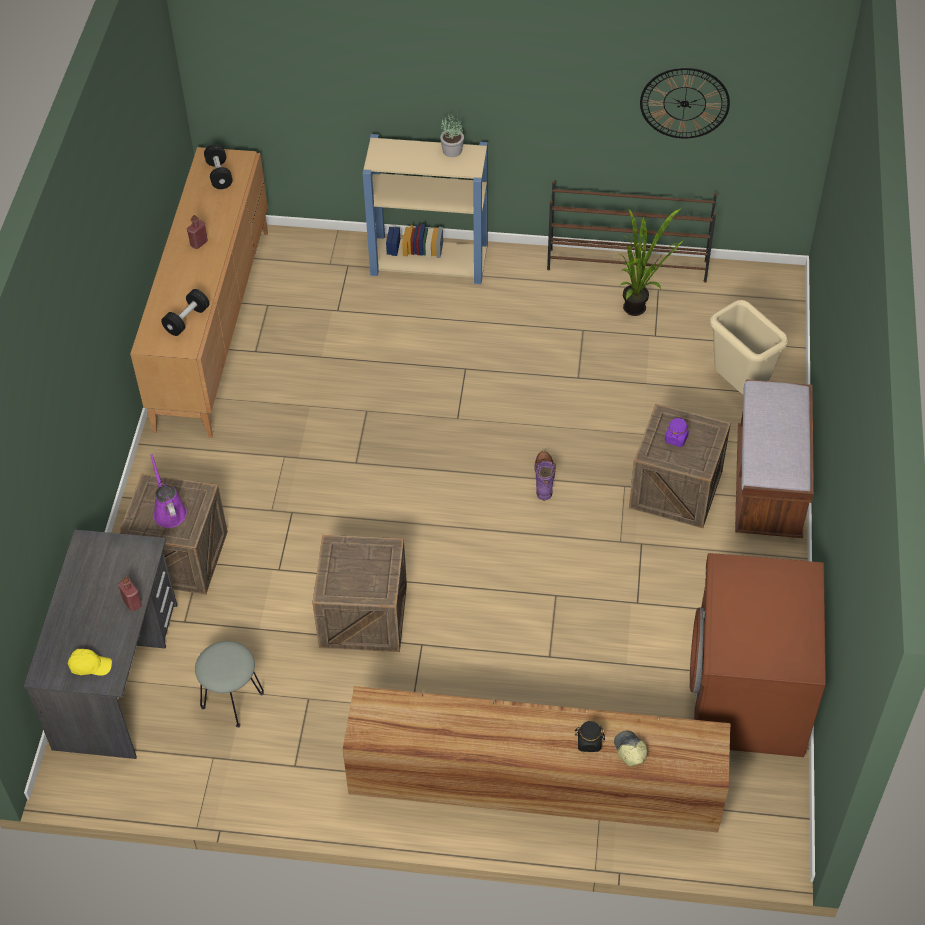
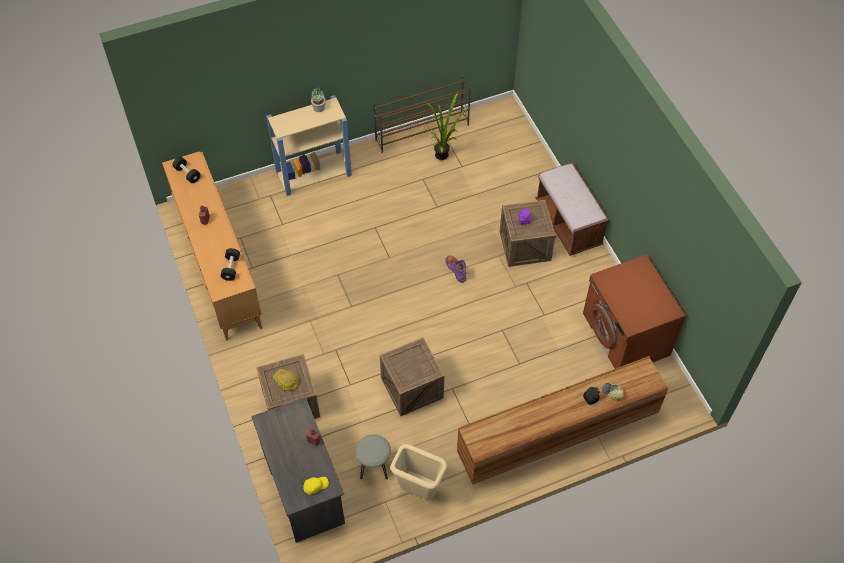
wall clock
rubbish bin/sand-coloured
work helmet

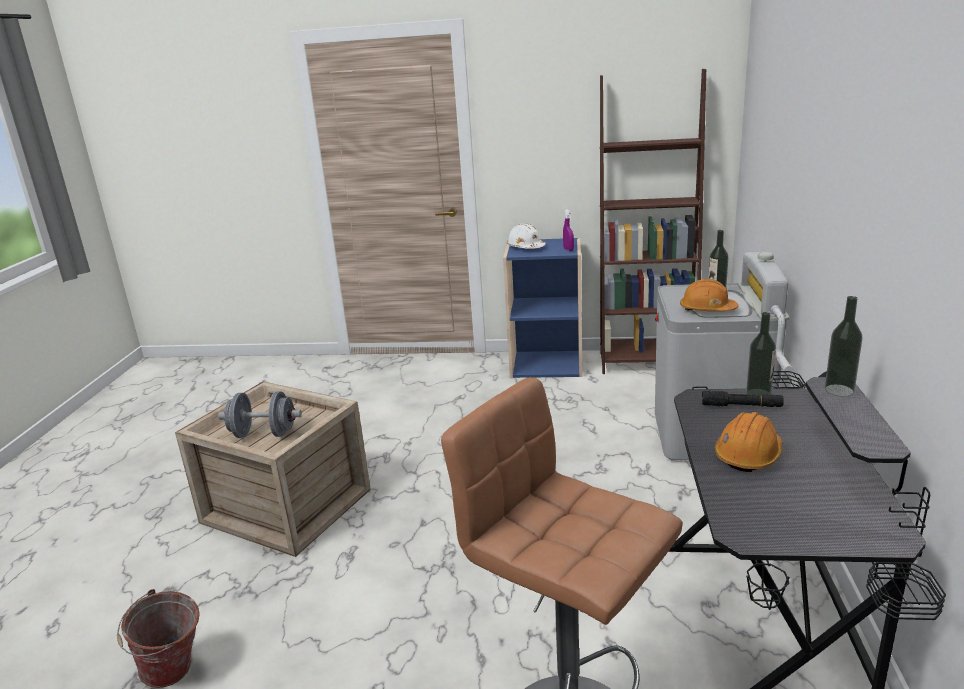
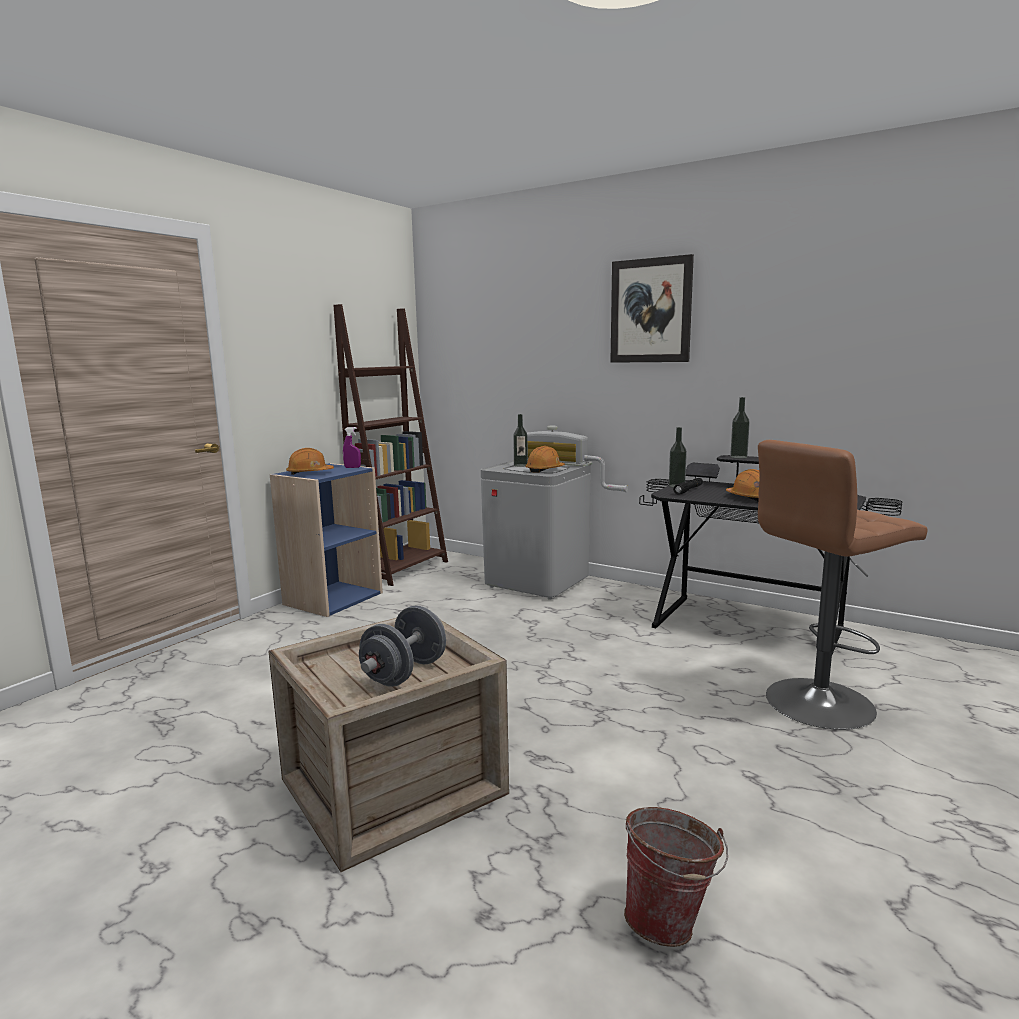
work helmet/orange (no. 1 from left)
wall art

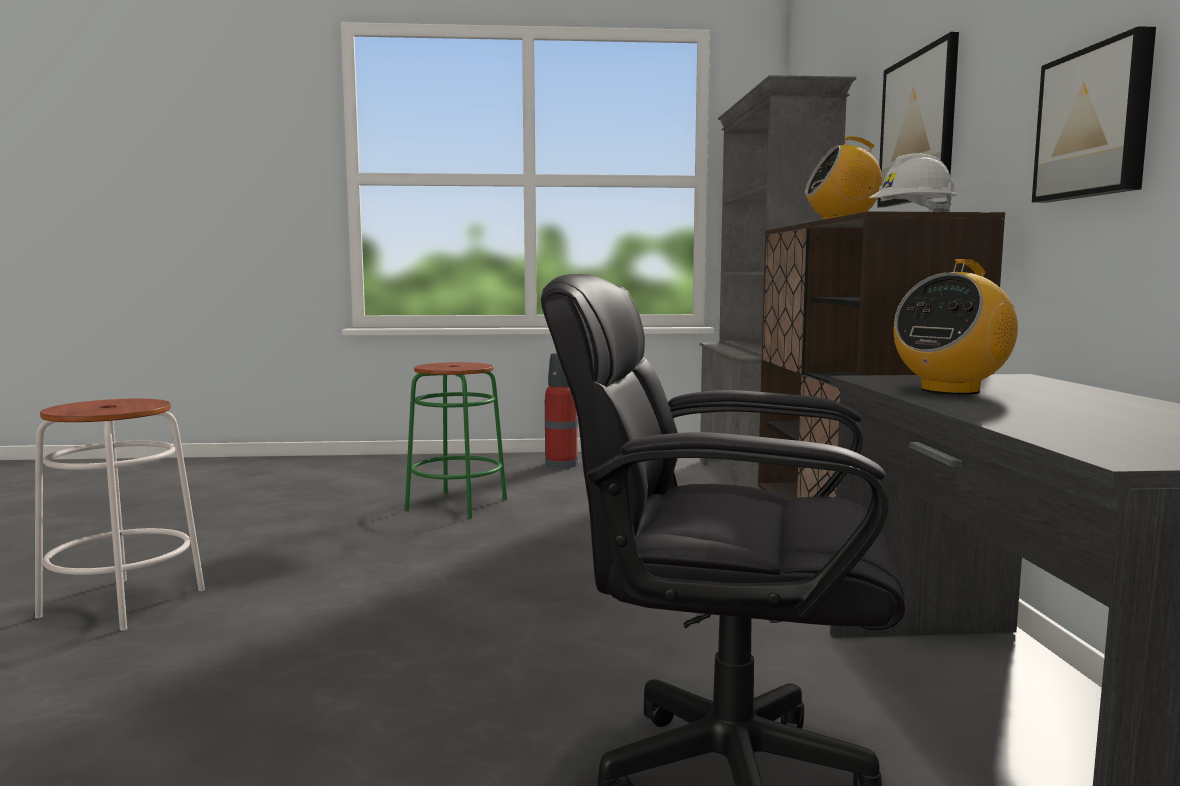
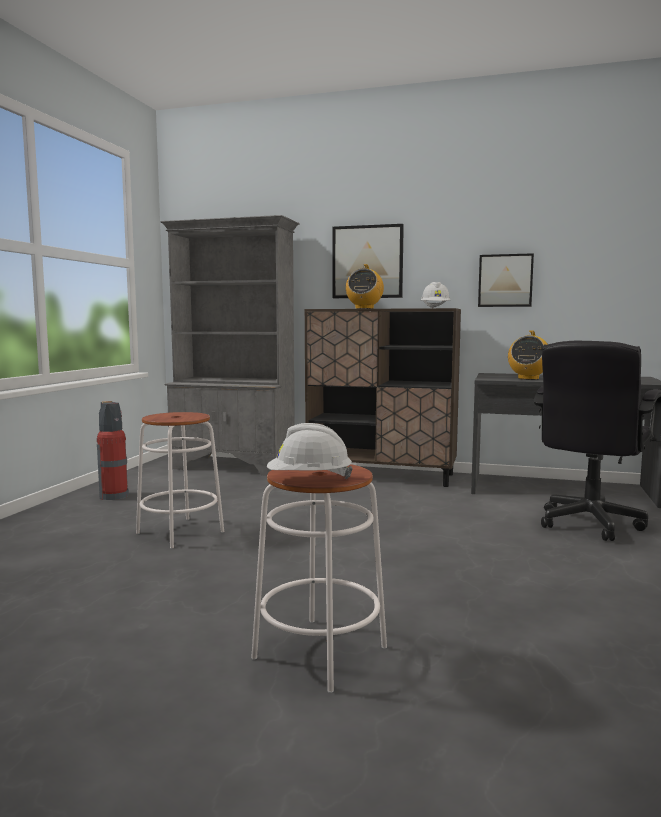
radio (no. 2 from left)
stool/whitish (no. 1 from left)
work helmet/whitish (no. 1 from left)

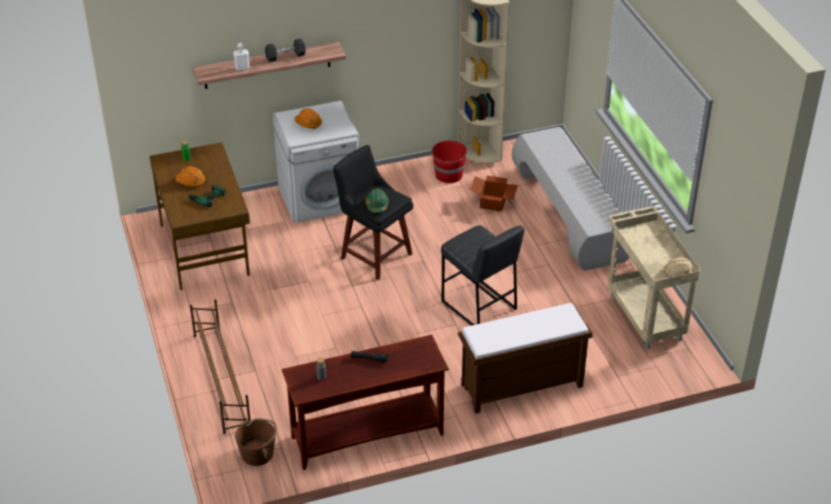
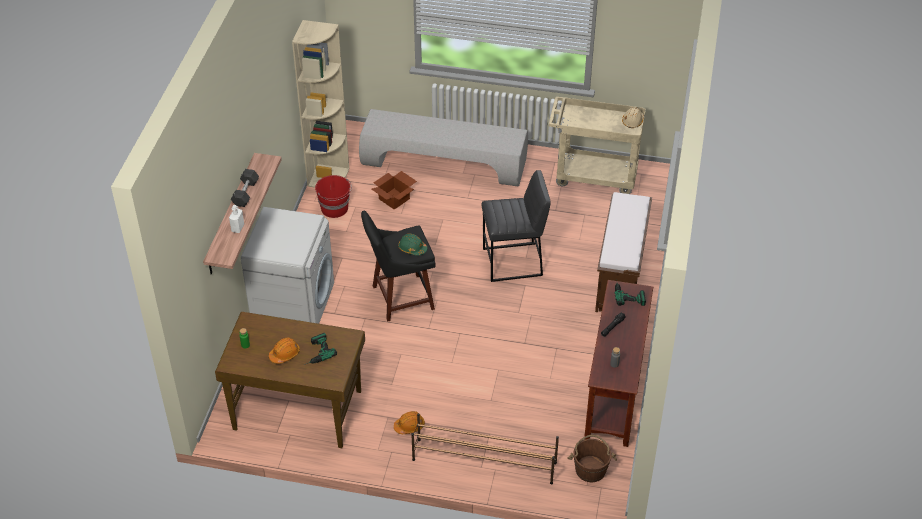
work helmet/orange (no. 2 from left)
power drill (no. 2 from left)

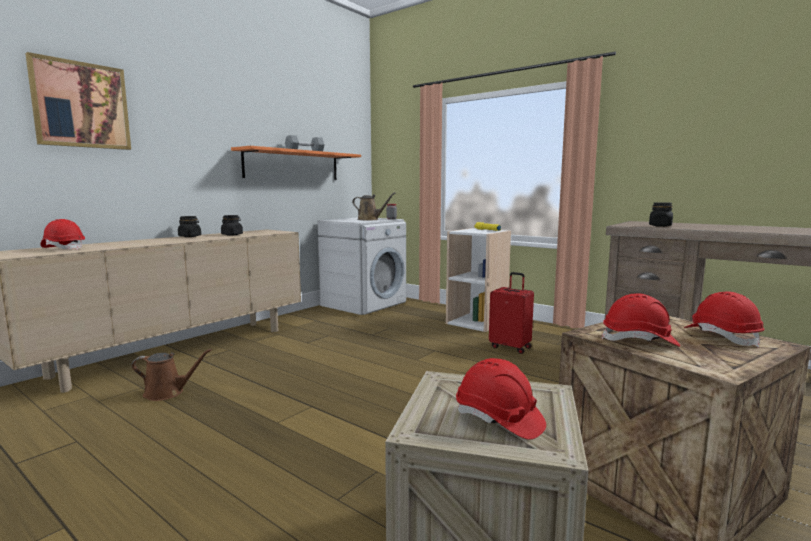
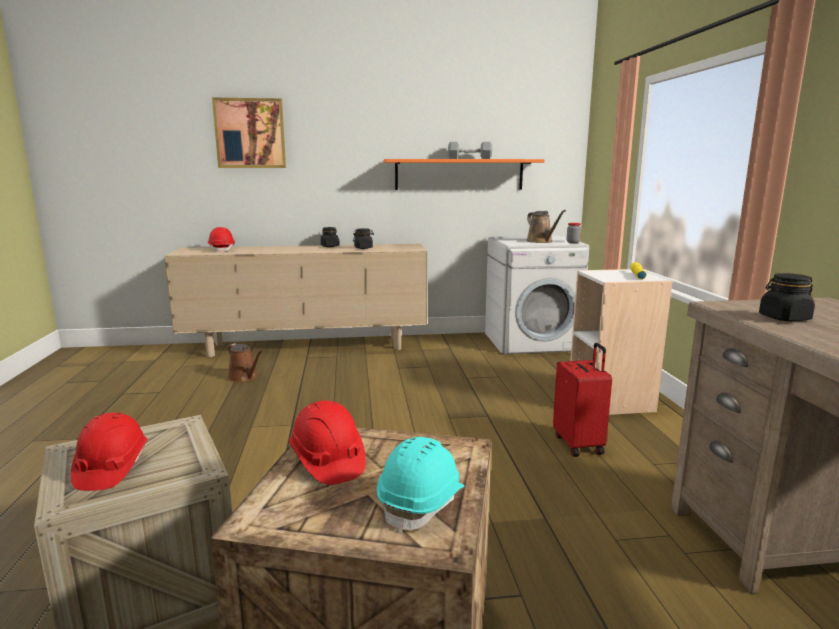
work helmet/blue-green

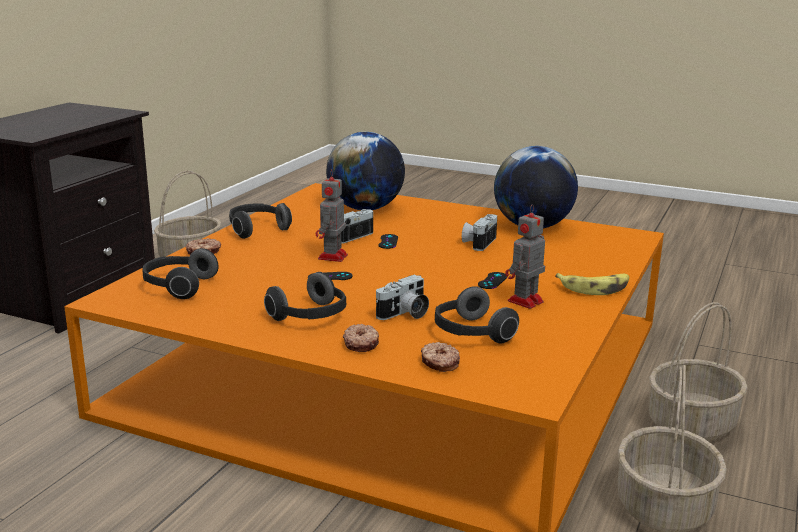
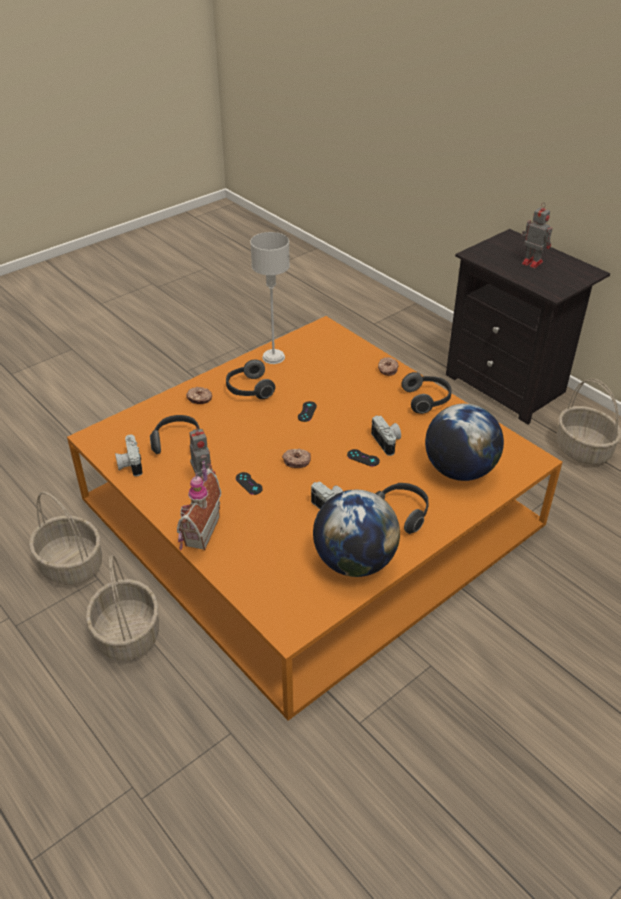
robot figure (no. 2 from left)
headphones (no. 3 from left)
model house
still camera (no. 1 from left)
doughnut (no. 2 from left)
lamp for a table/greyish

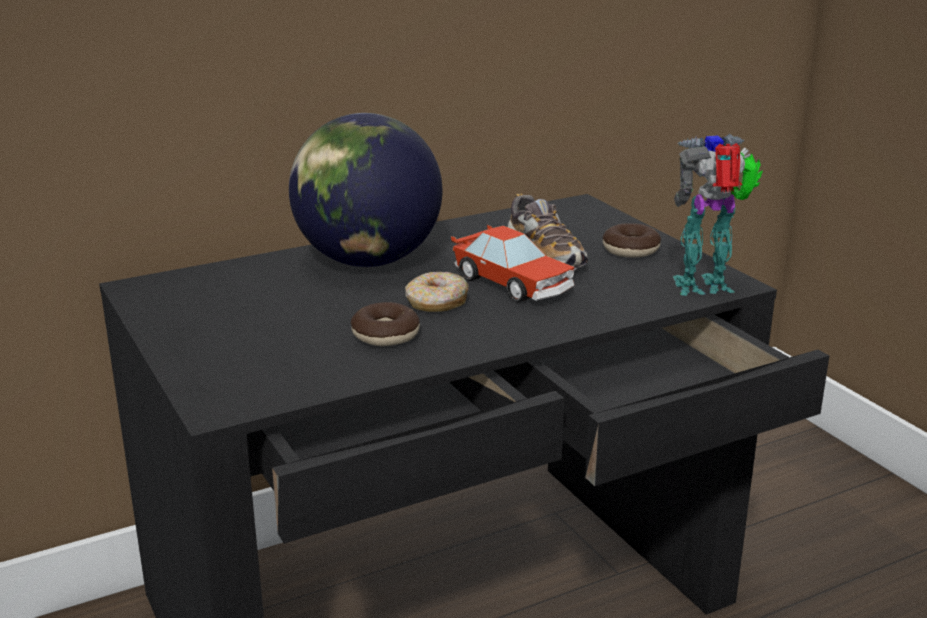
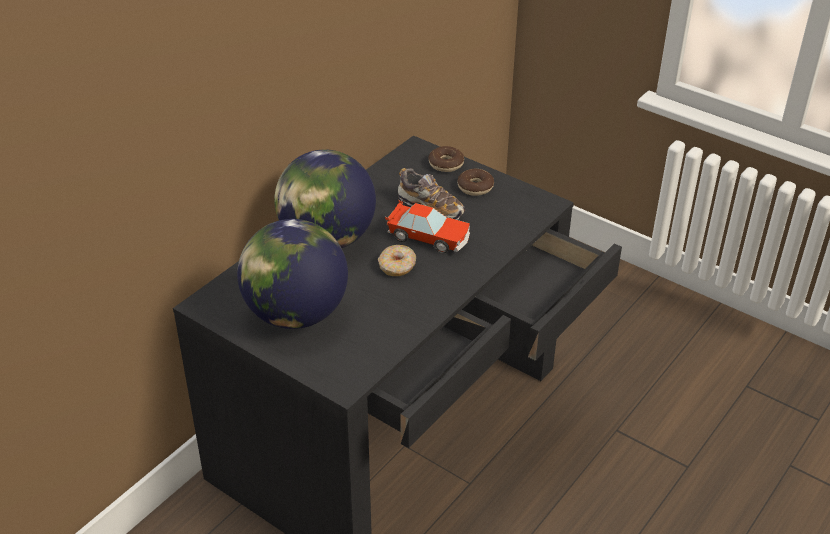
robot figure
doughnut (no. 2 from left)
desk globe (no. 1 from left)

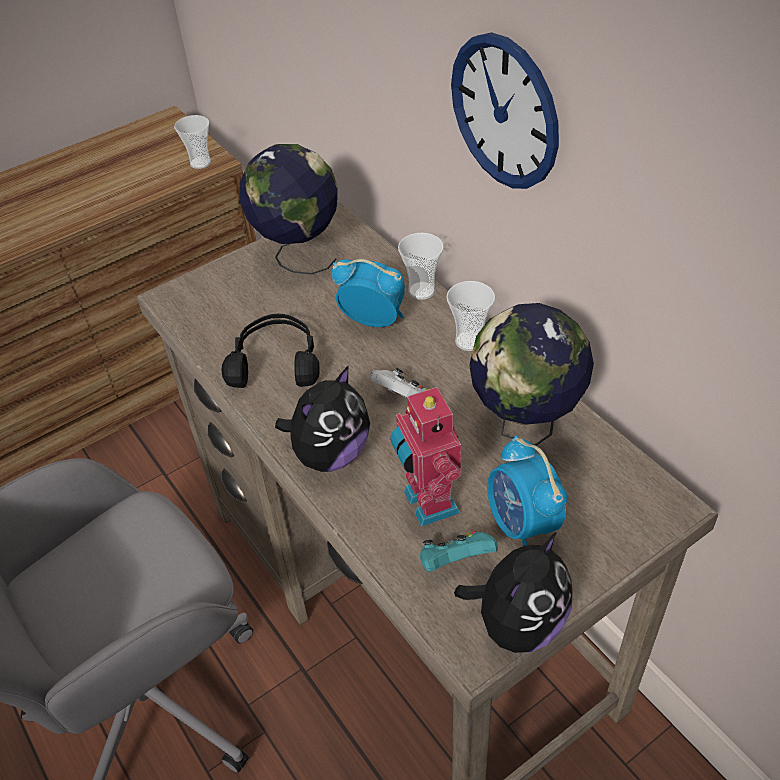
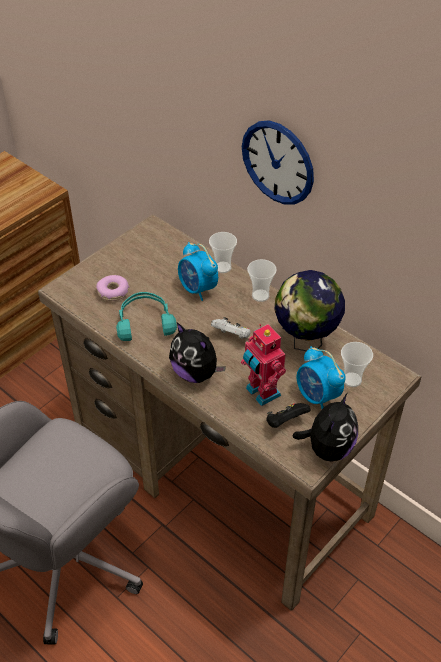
small cup (no. 3 from left)
desk globe (no. 1 from left in the first image)
bedside clock (no. 1 from left)
headphones/blue-green
soft toy (no. 1 from left)
game controller/black
doughnut

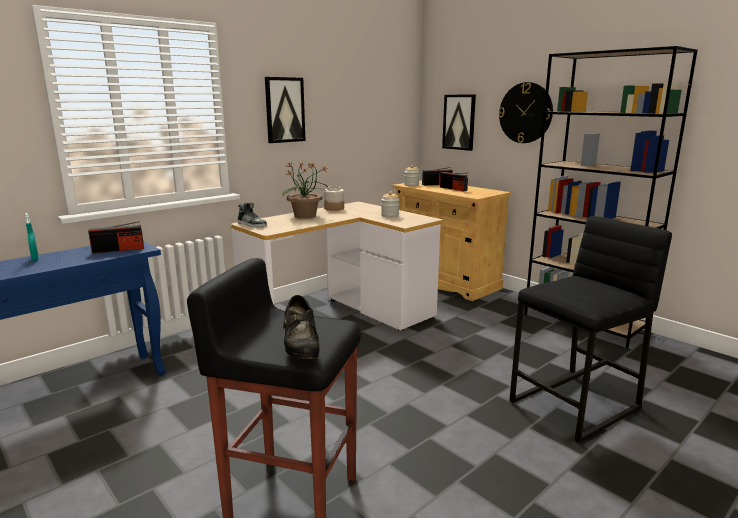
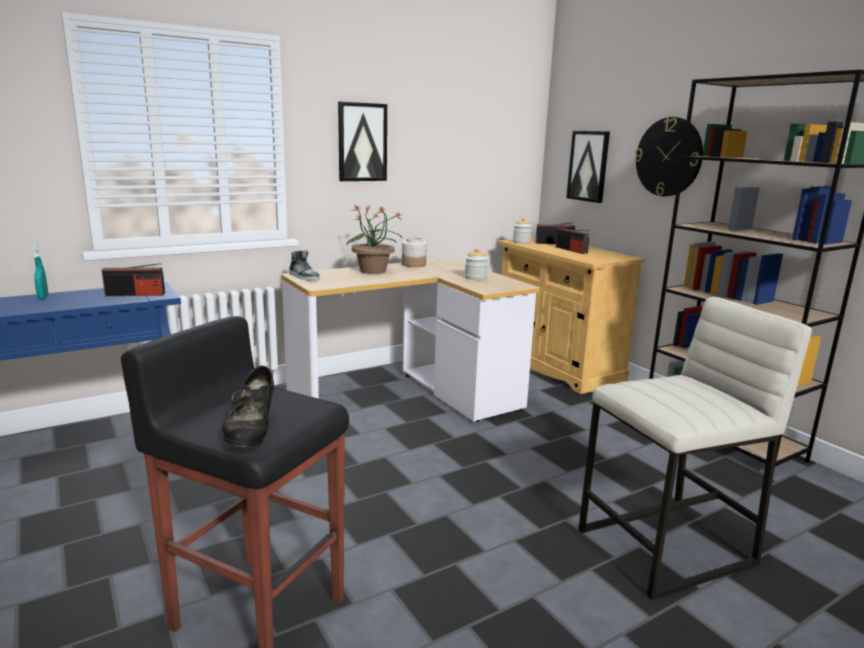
stool/sand-coloured

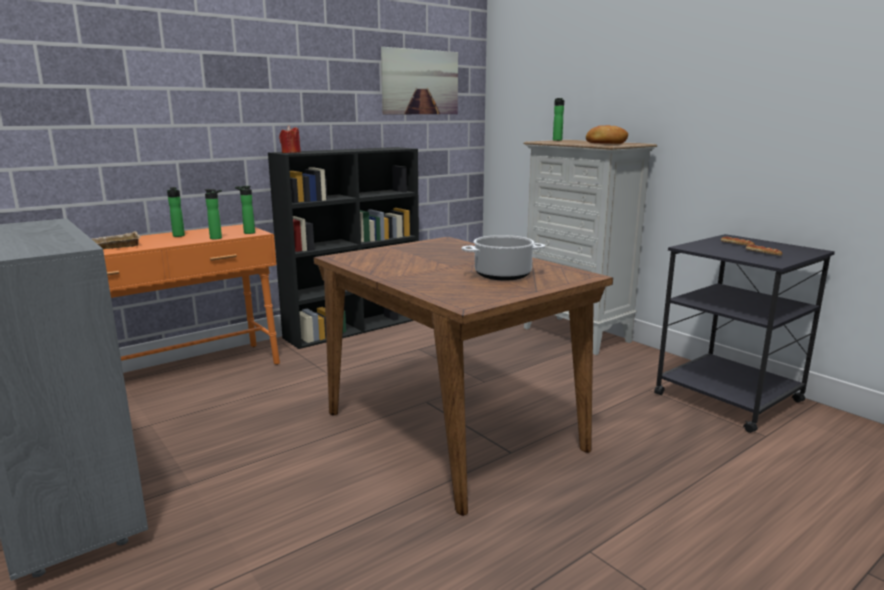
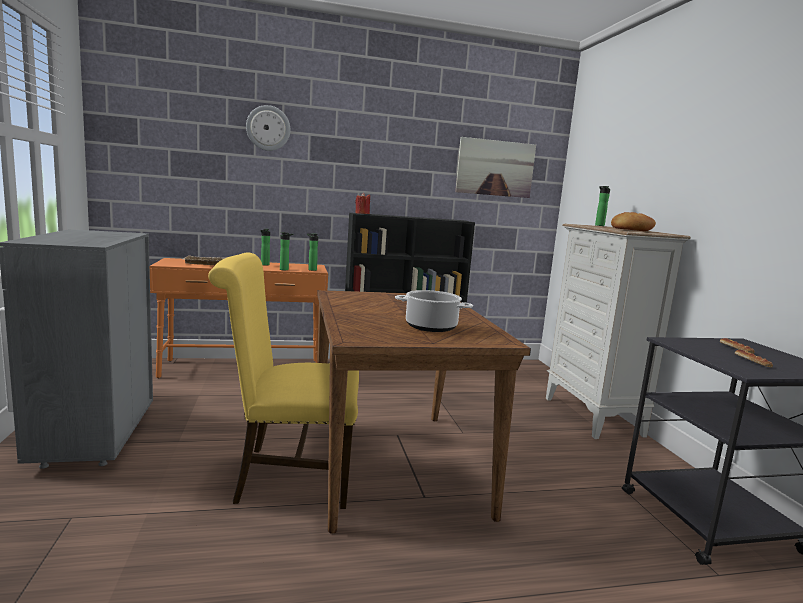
wall clock
chair/yellowish

